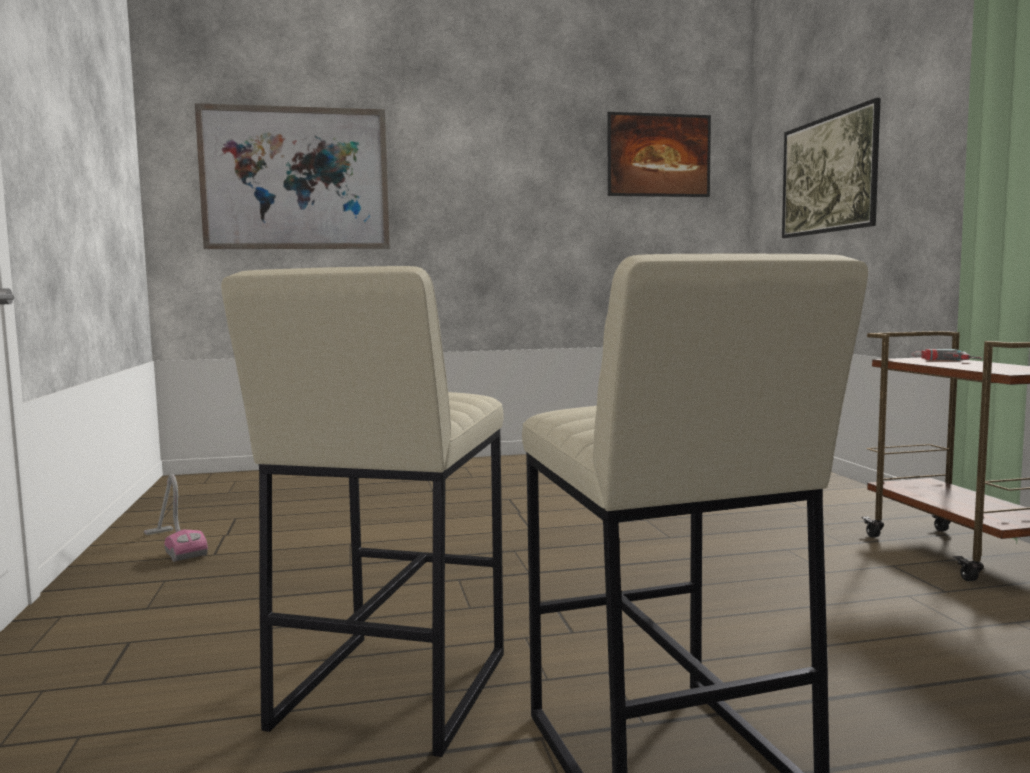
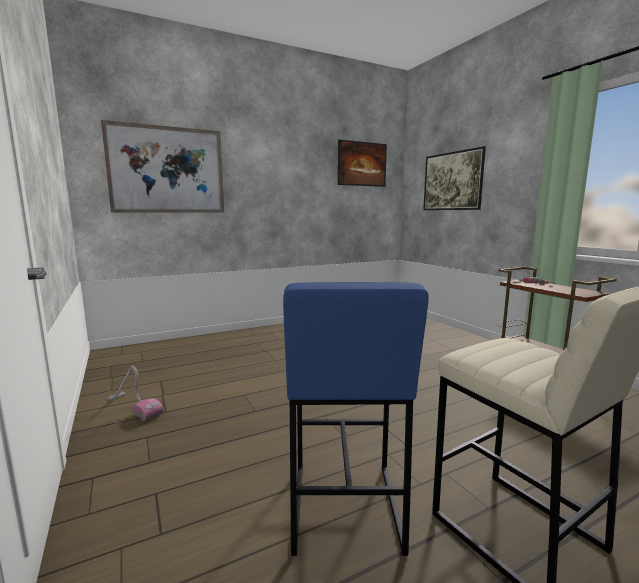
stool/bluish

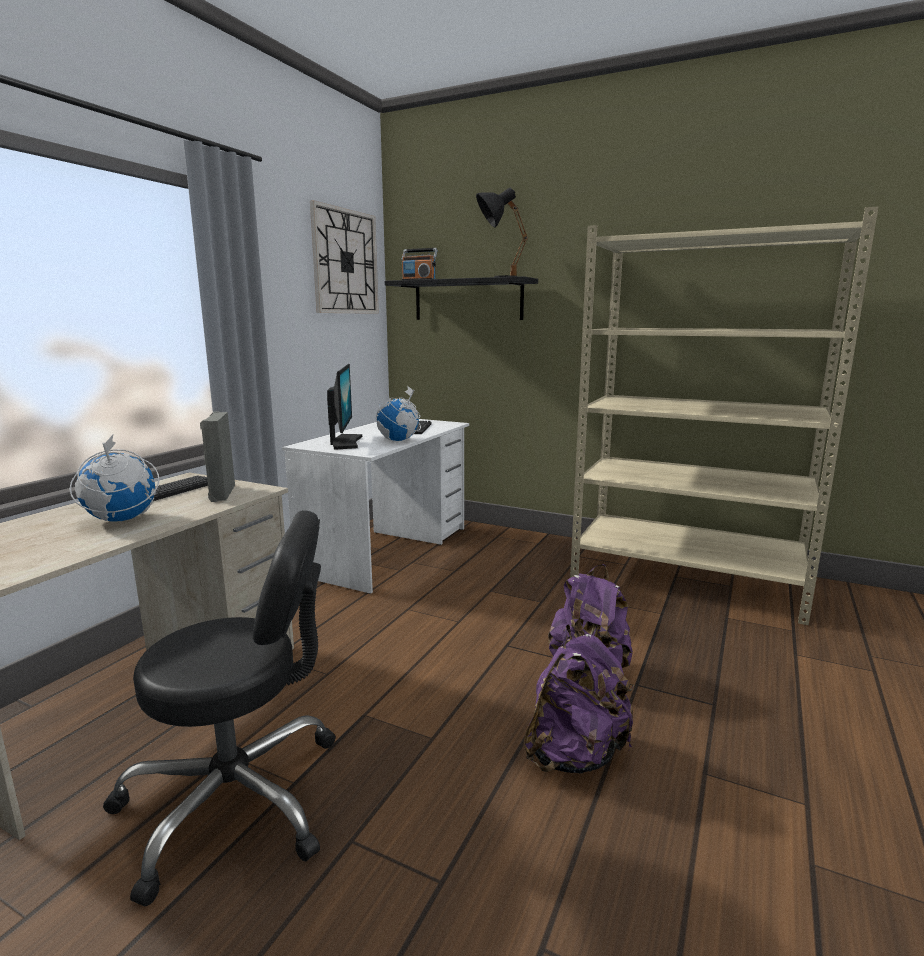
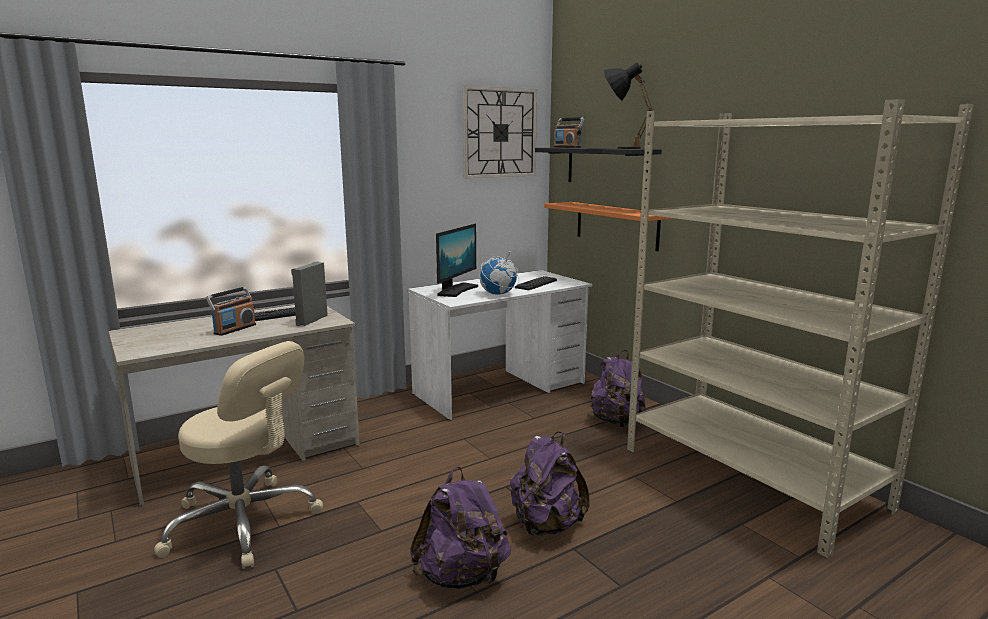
radio (no. 1 from left)
desk chair/sand-coloured
bracket shelf/orange
backpack/purple (no. 3 from left)

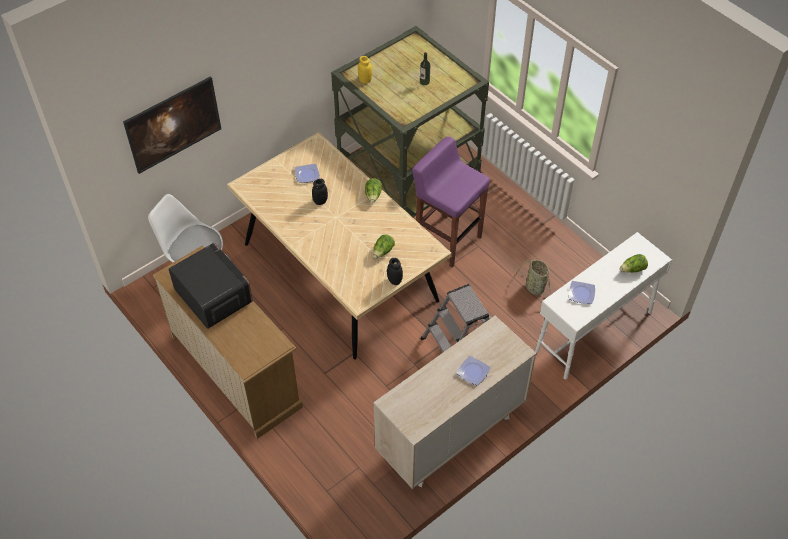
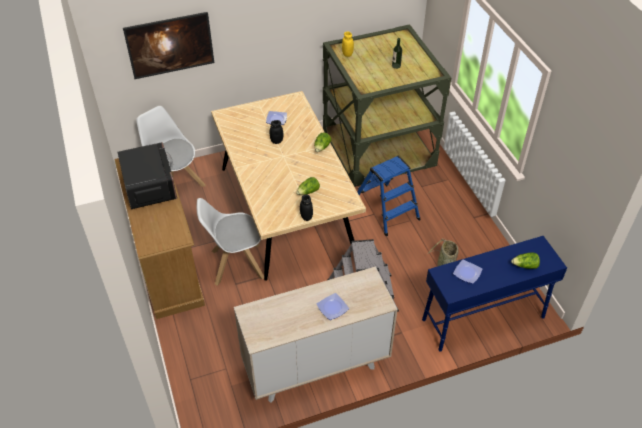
step stool/bluish
console table/bluish
chair (no. 2 from left)

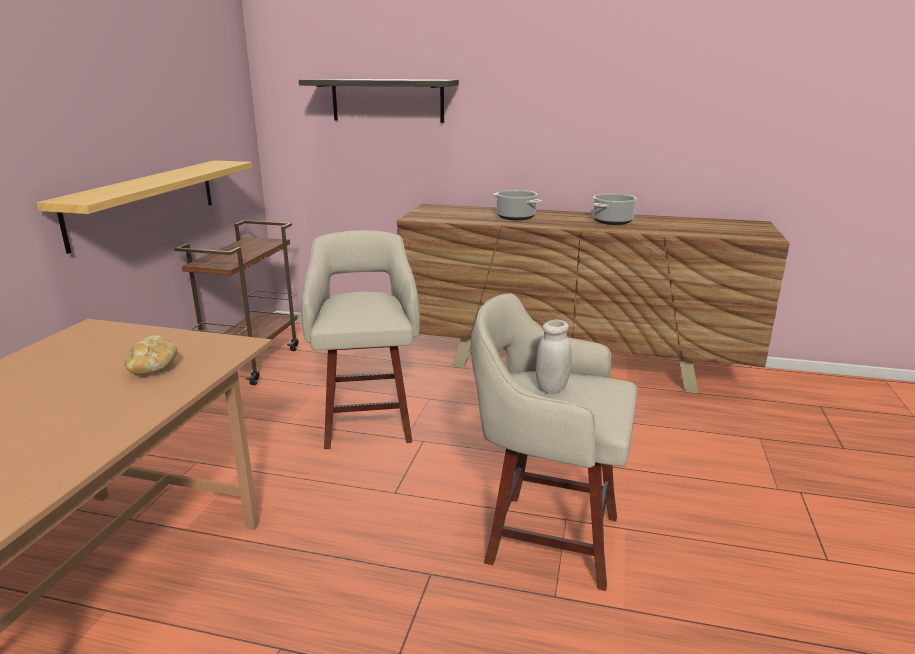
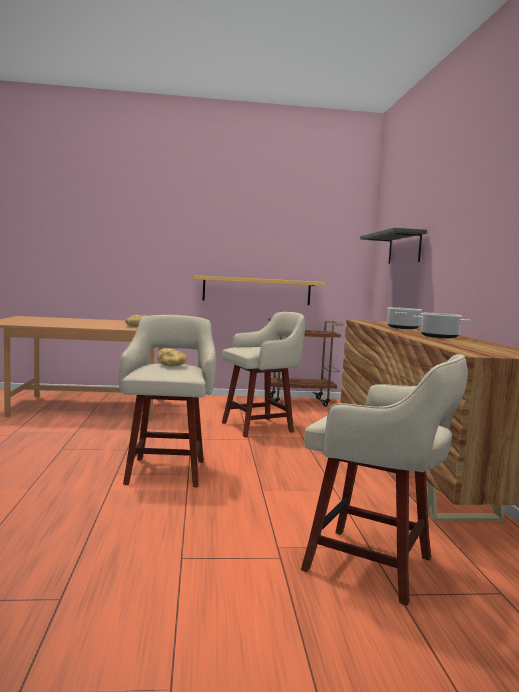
baked bread (no. 2 from left)
stool/sand-coloured (no. 3 from left)

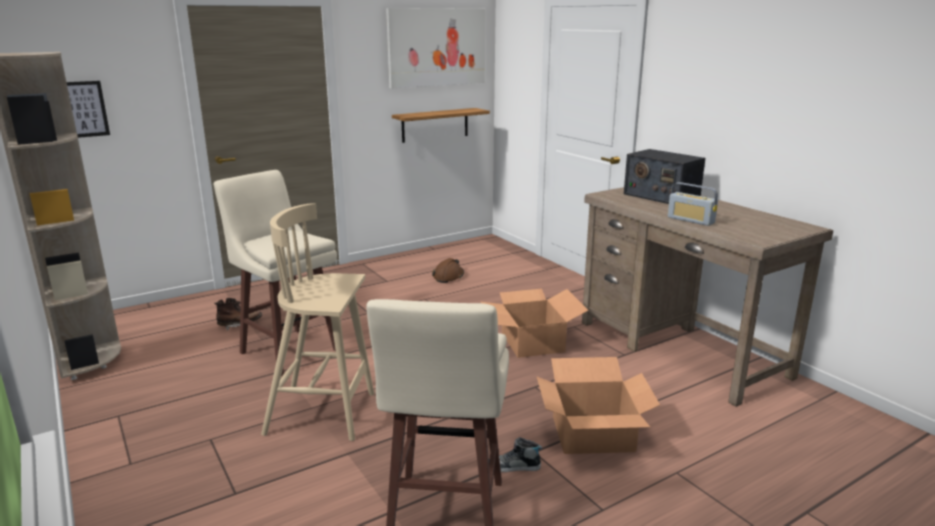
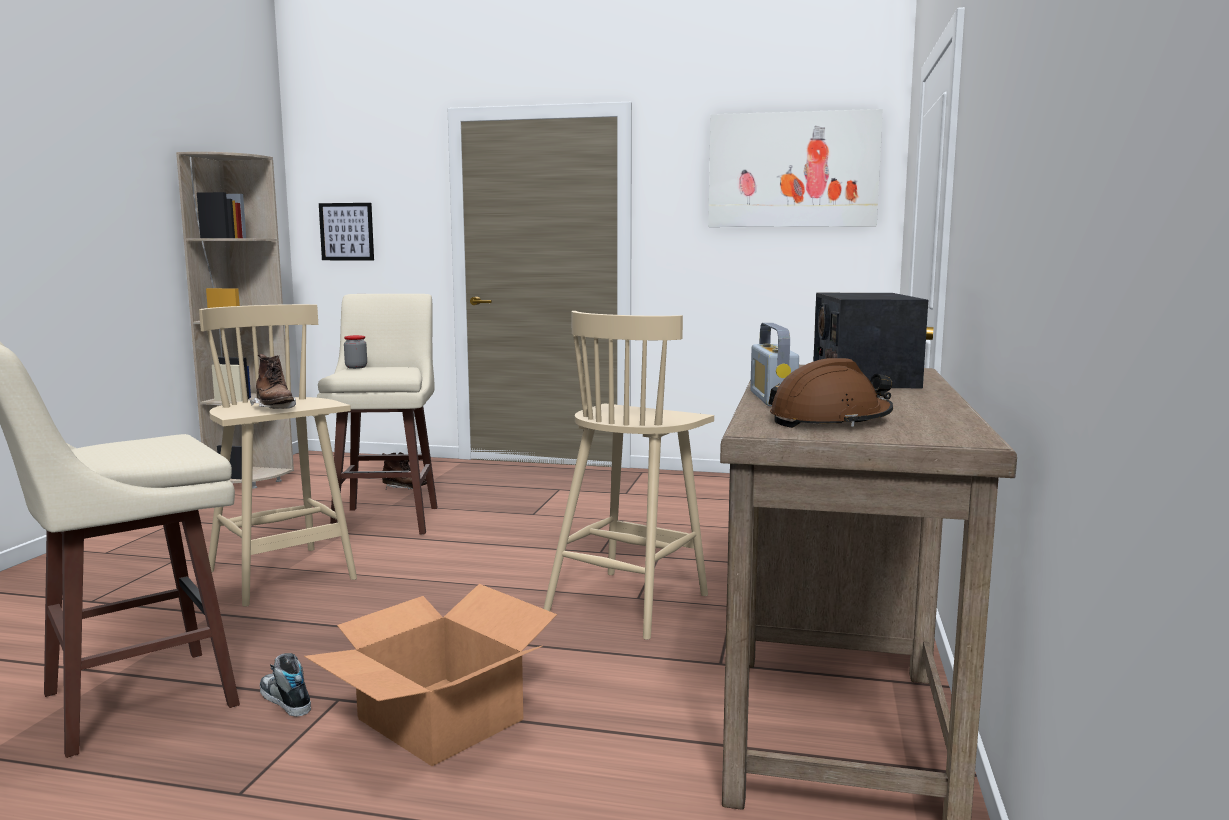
bracket shelf
work helmet/brown
stool/sand-coloured (no. 4 from left)
storage jar
high-top boot/brown (no. 1 from left)

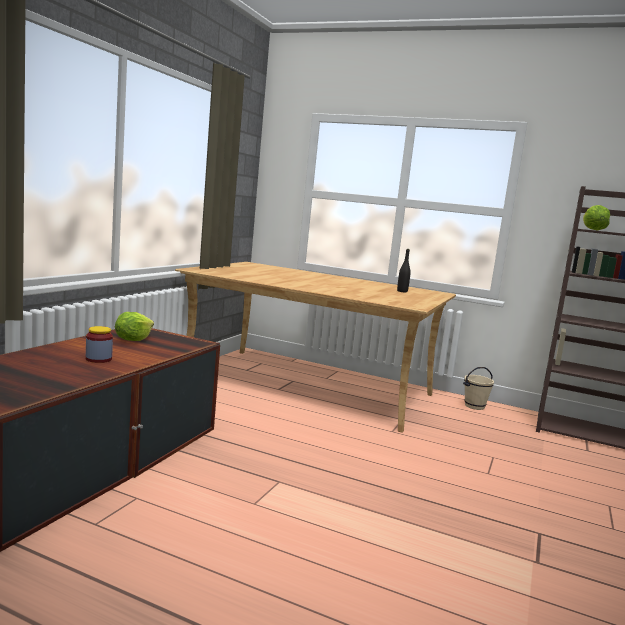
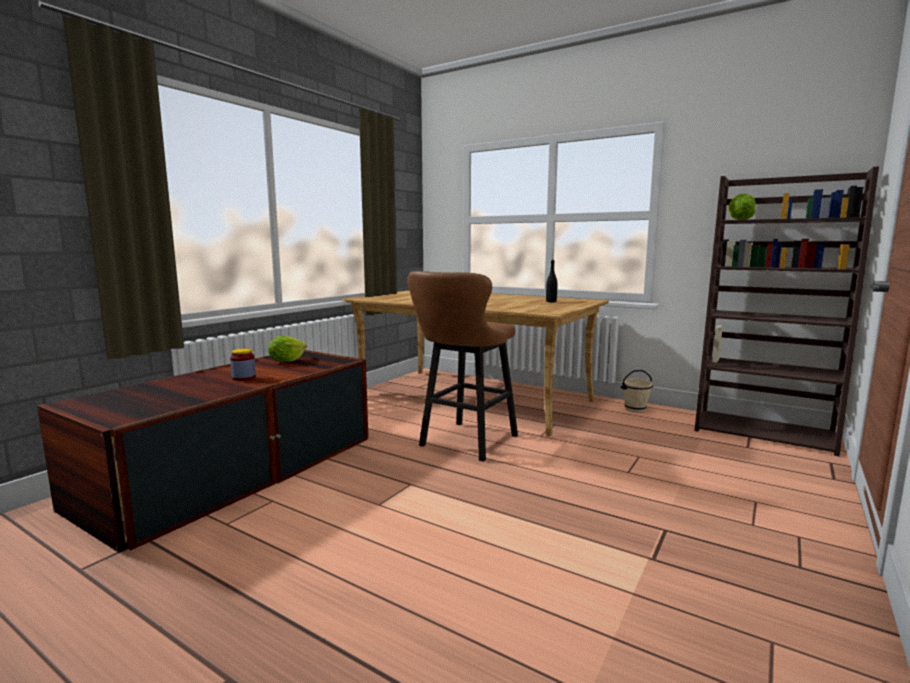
stool/brown

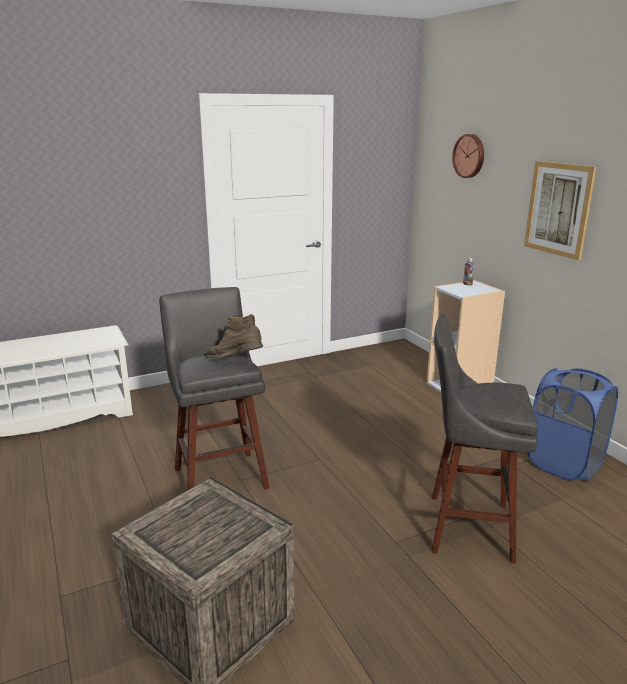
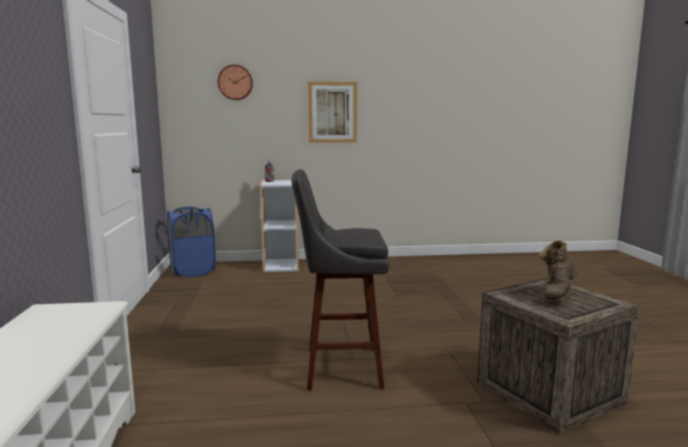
high-top boot/brown
stool/greyish (no. 2 from left in the first image)
laundry basket/bluish

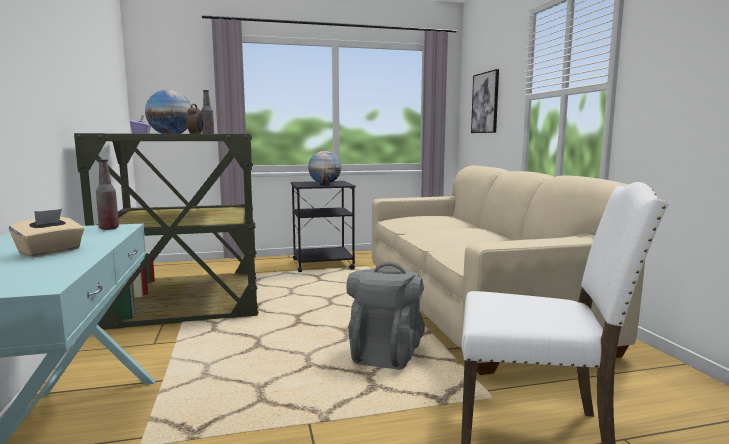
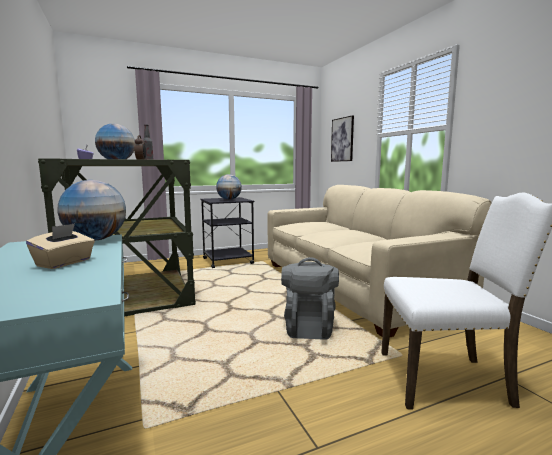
desk globe (no. 1 from left)

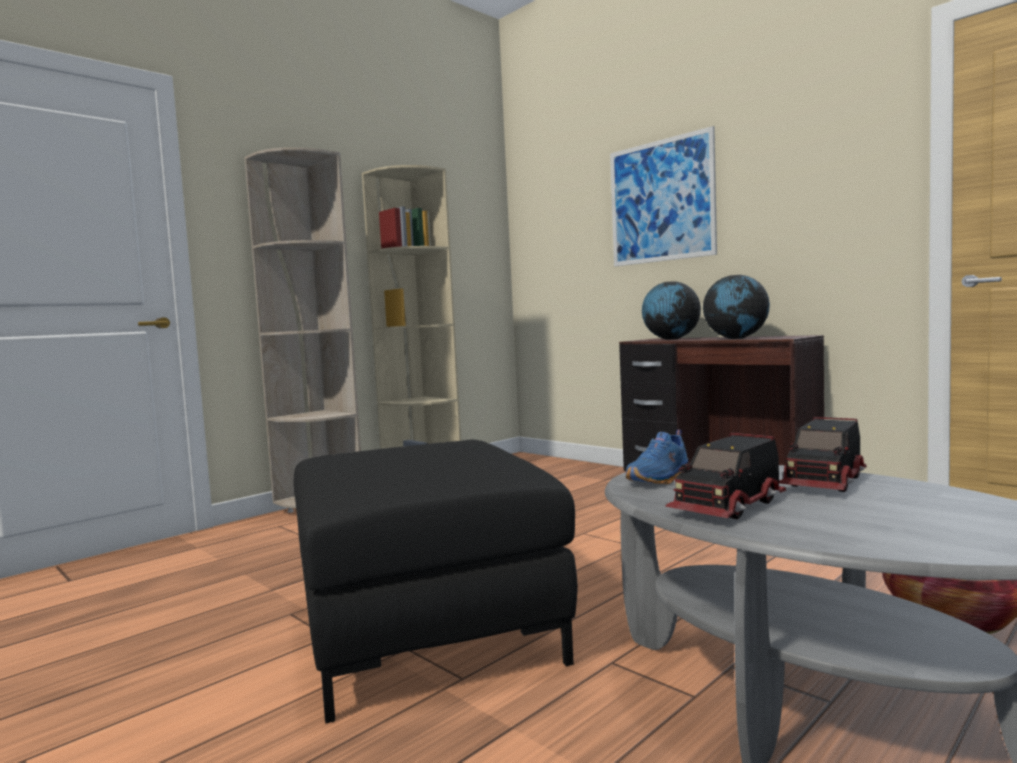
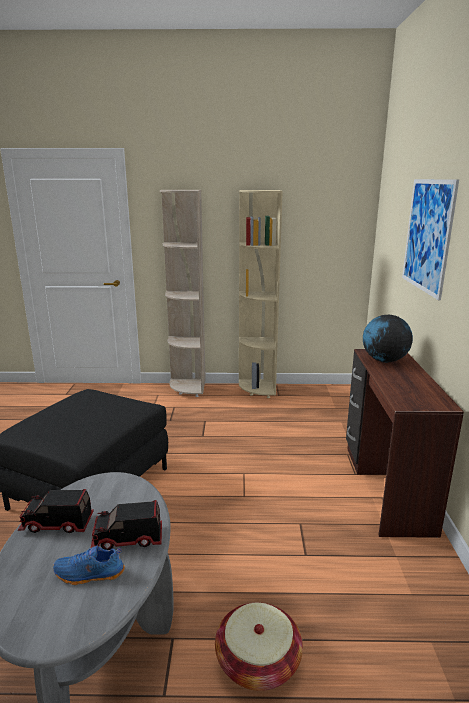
desk globe (no. 2 from left in the first image)
item of footwear/bluish

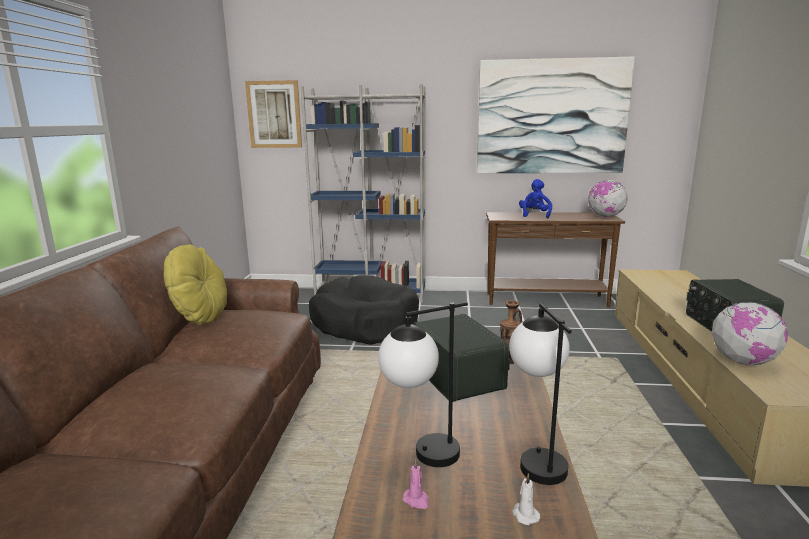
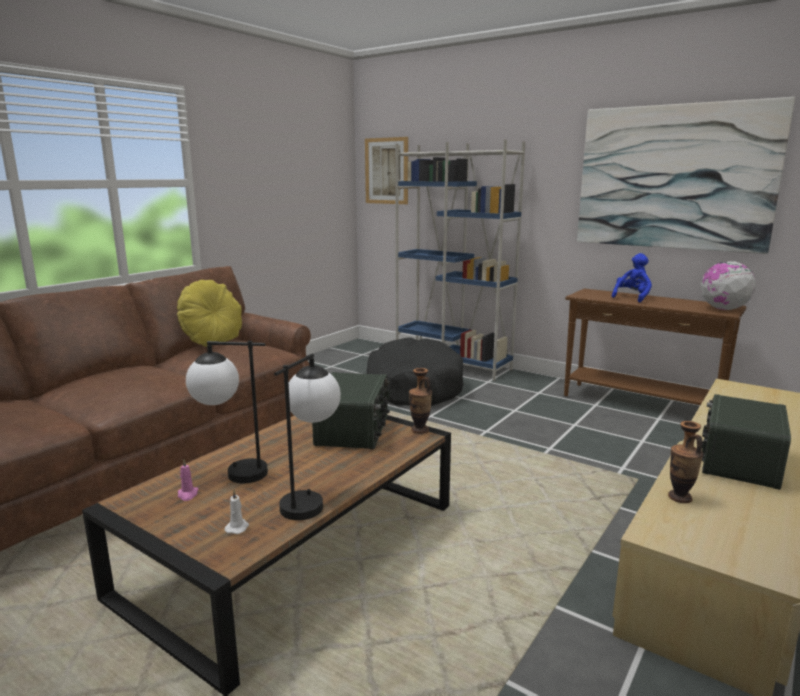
flower vase (no. 2 from left)

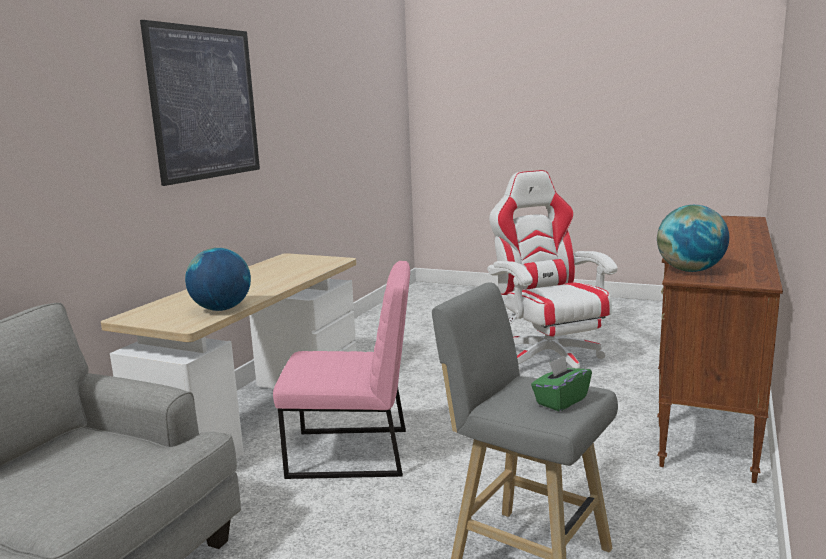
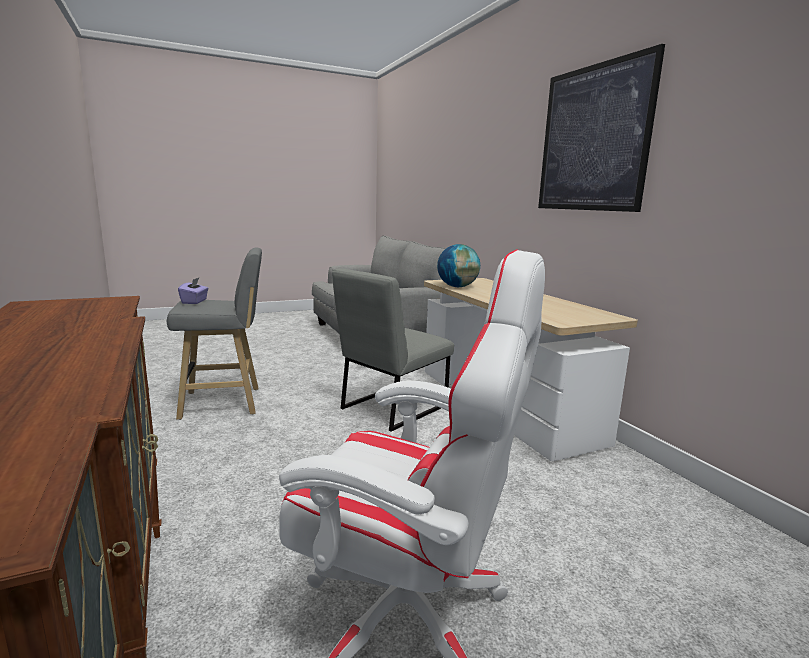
desk globe (no. 2 from left in the first image)
chair/greyish
tissue holder/purple

